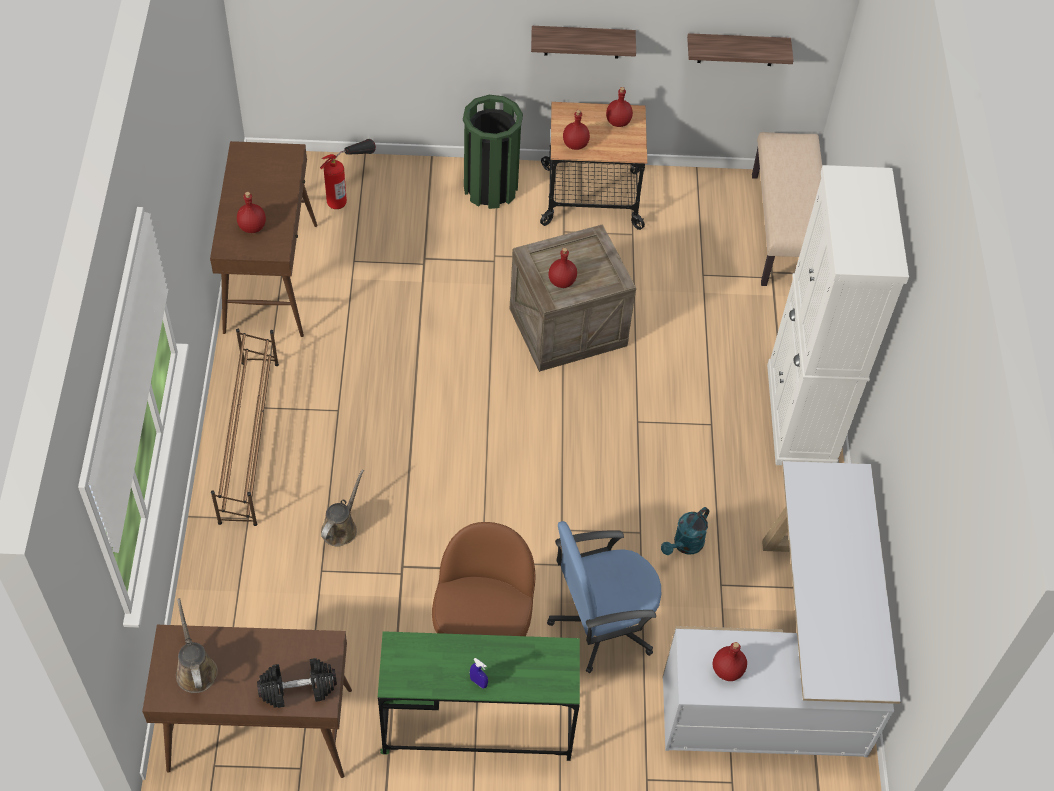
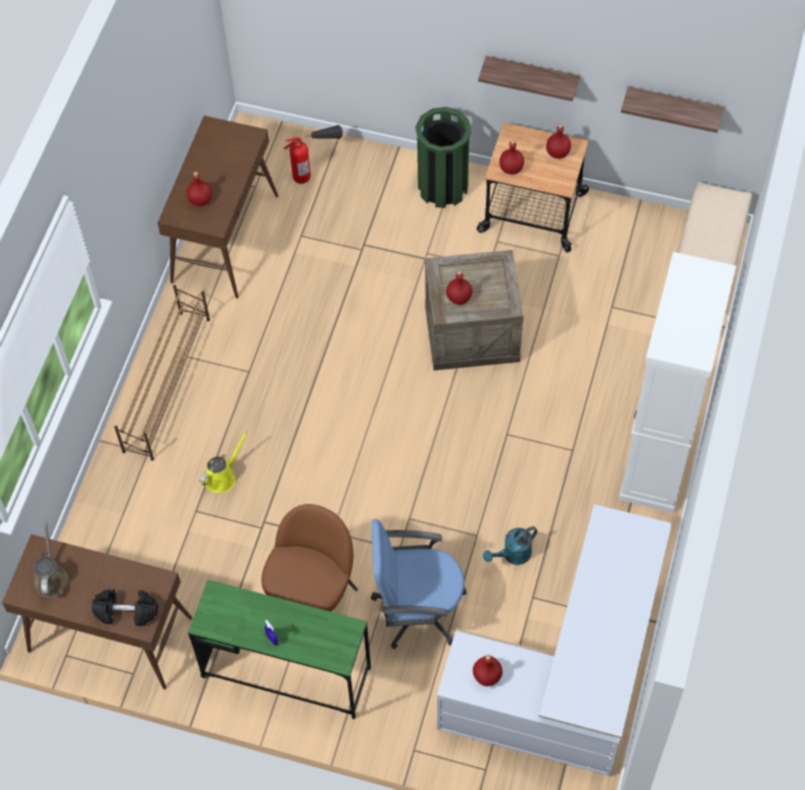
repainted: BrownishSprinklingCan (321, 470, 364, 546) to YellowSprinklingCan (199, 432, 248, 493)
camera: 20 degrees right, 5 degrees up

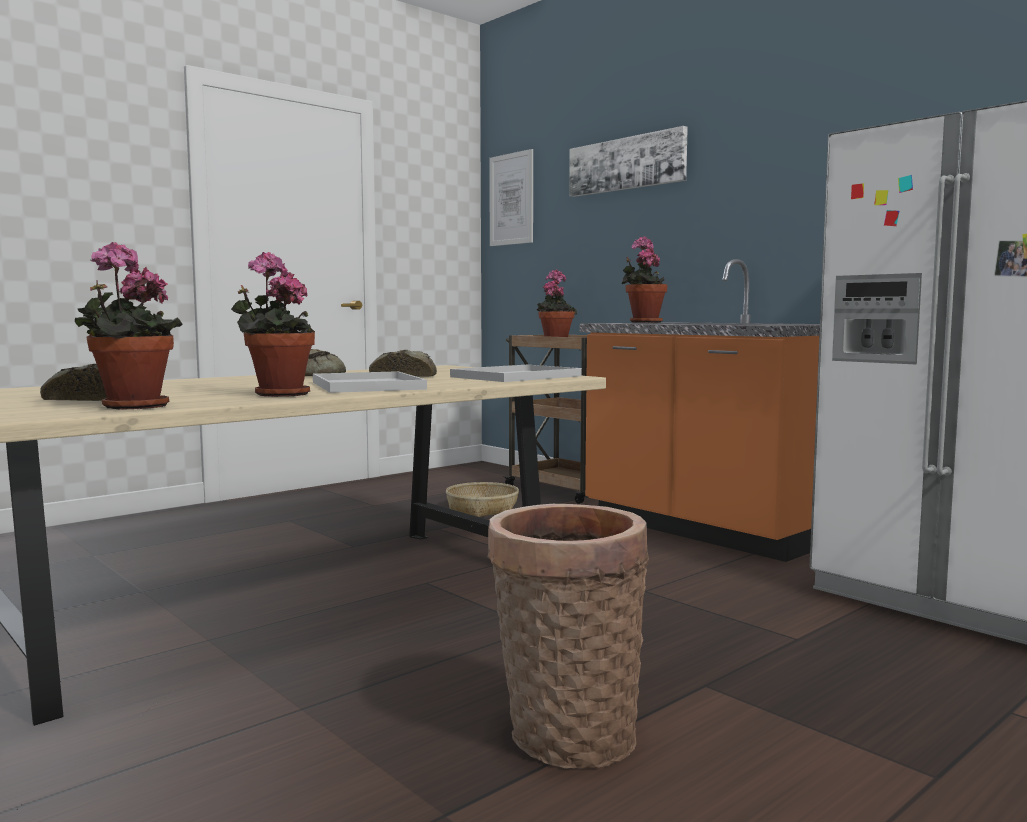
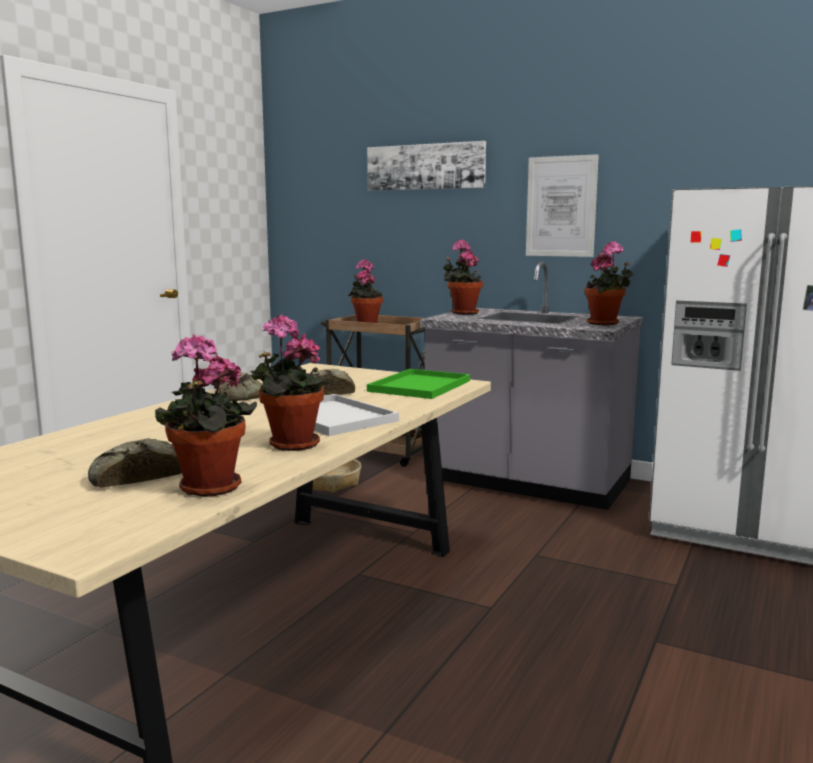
gone: StorageBasket (488, 504, 649, 769)
new: Houseplant (585, 241, 633, 325)
shifted: WallPicture (489, 149, 533, 246) to (526, 154, 599, 257)
repainted: OrangeyKitchenBaseUnit (580, 259, 820, 562) to GreyKitchenBaseUnit (420, 262, 643, 510); WhiteColouredCarryingTray (450, 365, 582, 382) to GreenishCarryingTray (367, 369, 470, 399)
camera: 20 degrees left, 5 degrees up

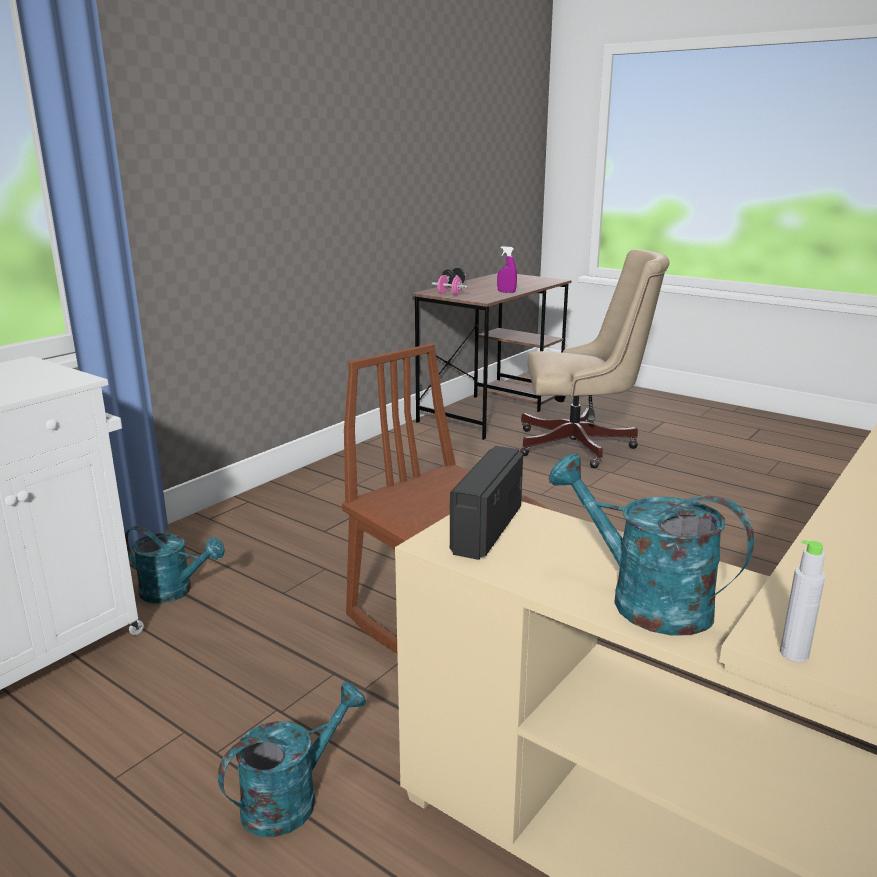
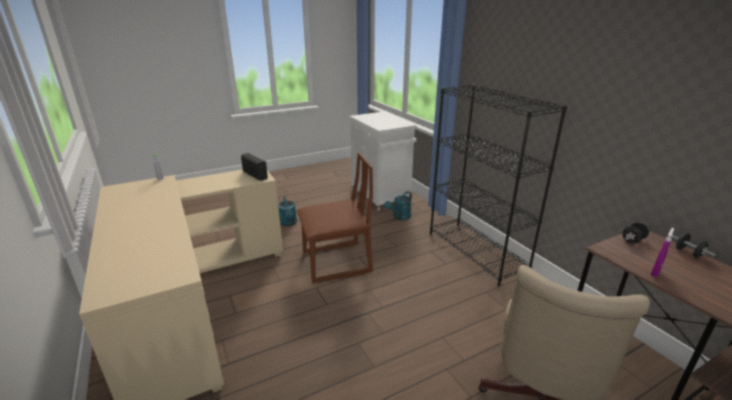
gone: TurquoiseColouredSprinklingCan (548, 454, 754, 636)
new: BlackShelvingUnit (430, 85, 567, 286)
repainted: PinkHandWeight (432, 275, 468, 295) to BlackHandWeight (622, 222, 649, 244)
camera: 115 degrees right, 5 degrees up

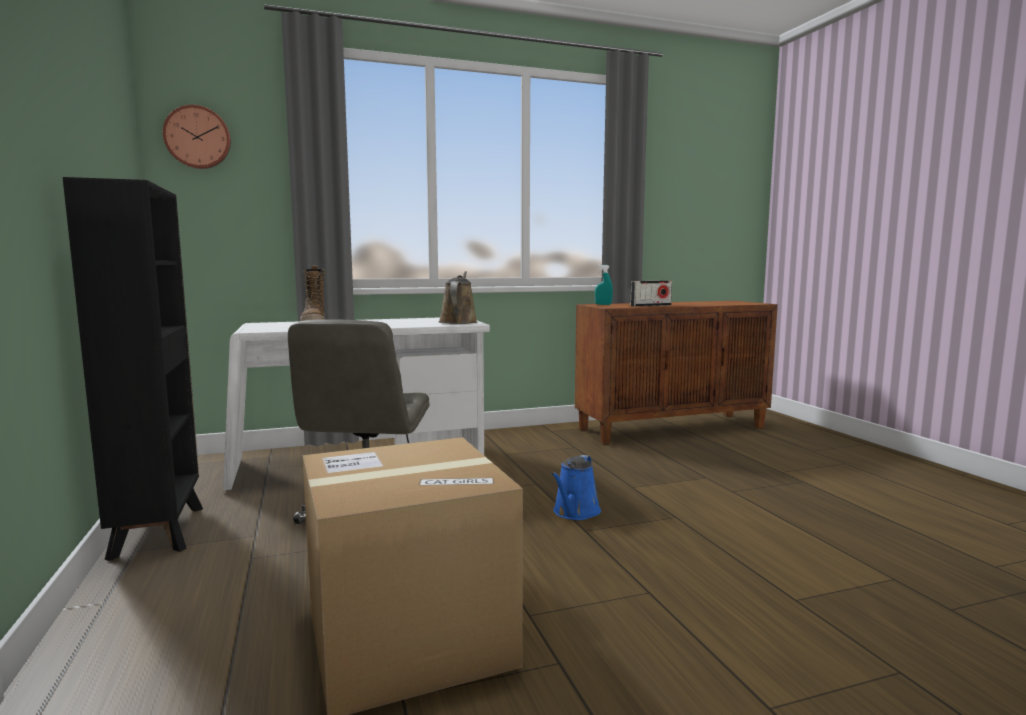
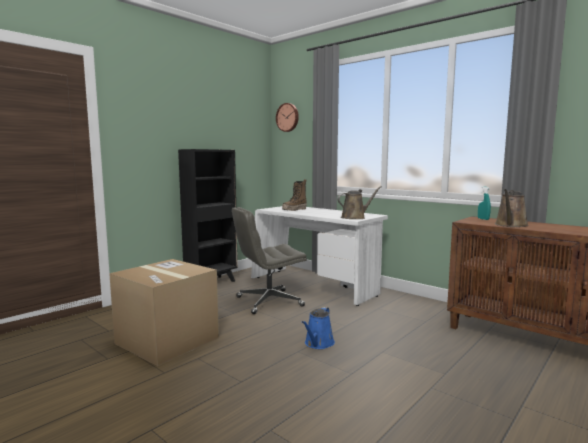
swapped: RadioReceiver (630, 281, 672, 307) to BrownishSprinklingCan (495, 189, 529, 227)
rotated: BlueSprinklingCan (551, 455, 601, 520) = (302, 307, 335, 349) 60 degrees counterclockwise
camera: 60 degrees right, 0 degrees up

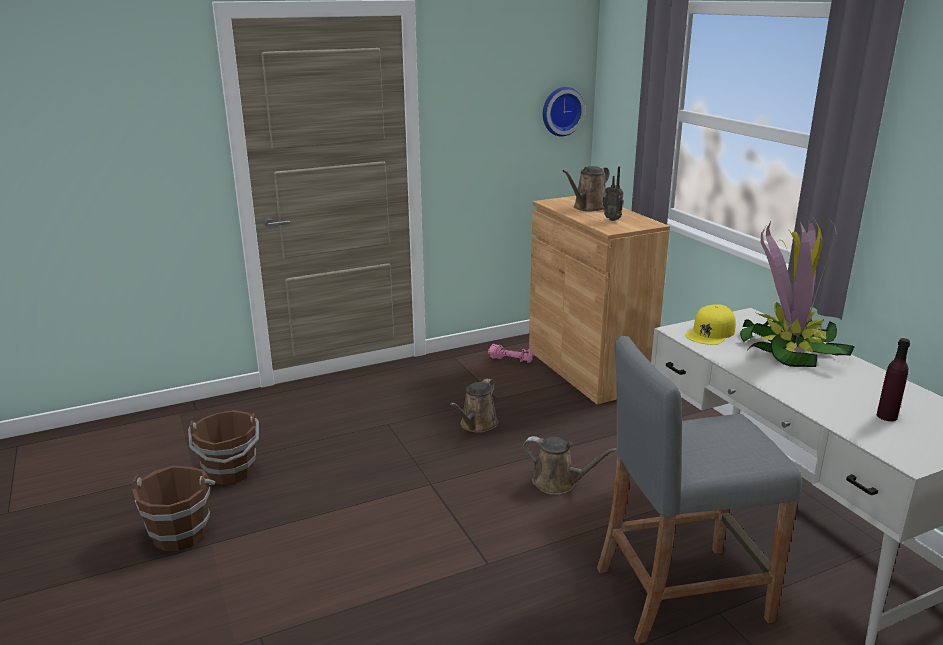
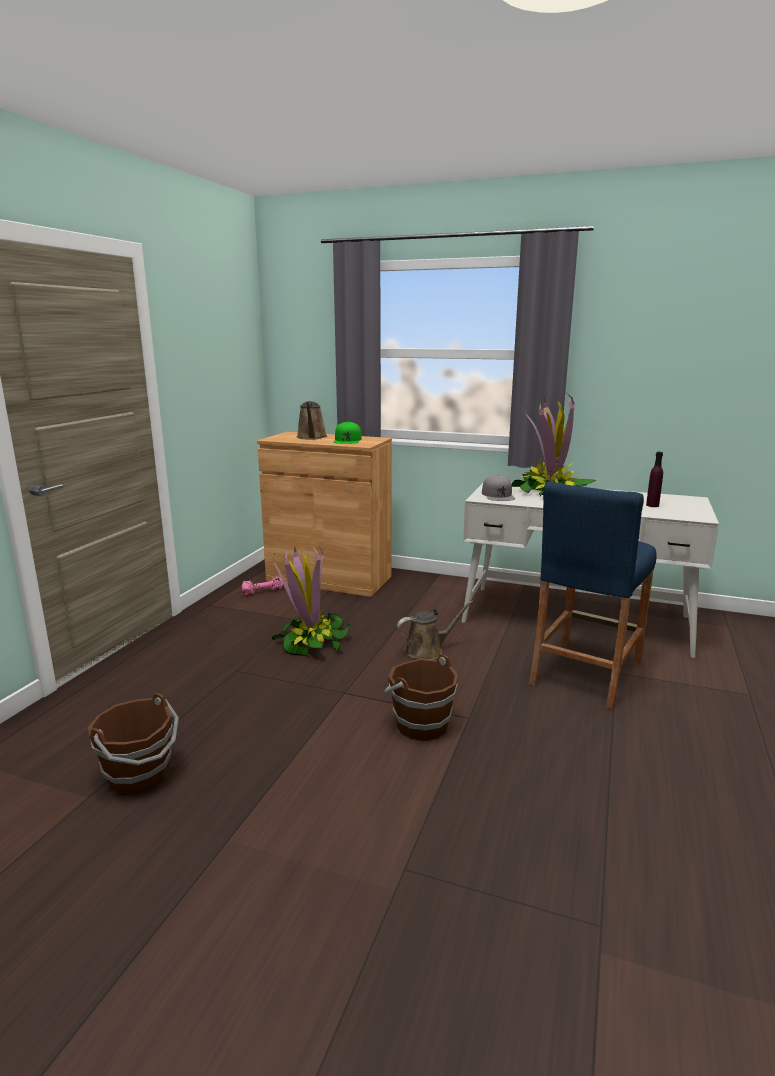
gone: HangingClock (543, 87, 585, 137)
shifted: BrownishBucket (132, 466, 215, 551) to (385, 654, 458, 741)
swapped: RadioReceiver (603, 166, 624, 221) to GreenishCap (334, 421, 362, 444); BrownishSprinklingCan (450, 379, 498, 433) to Houseplant (271, 545, 350, 656)
repainted: YellowCap (685, 304, 736, 345) to GreyCap (482, 474, 515, 501); GreyStoolSeat (597, 336, 802, 644) to BlueStoolSeat (529, 481, 657, 709)
camera: 45 degrees left, 5 degrees down

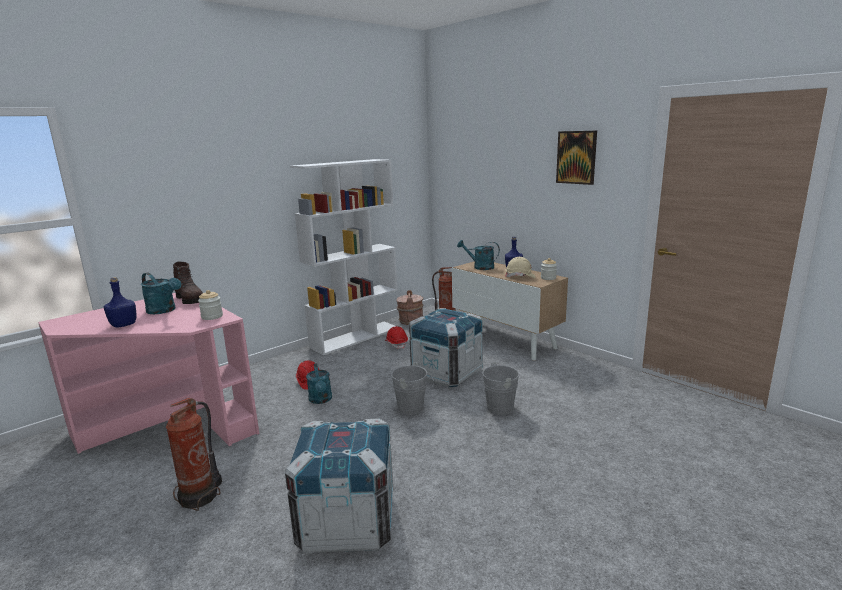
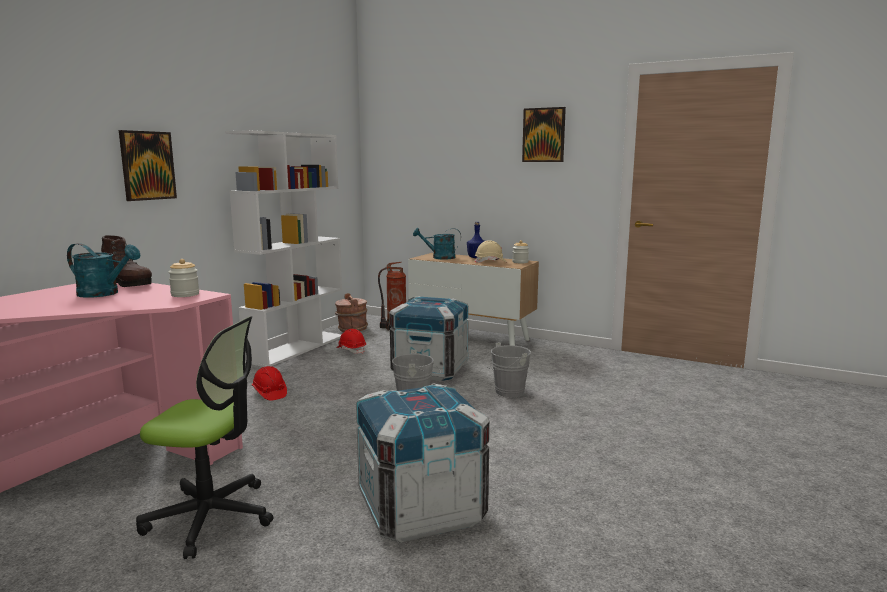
gone: BlueDrinkBottle (104, 277, 137, 328); TurquoiseColouredSprinklingCan (306, 363, 332, 404)
new: WallPicture (119, 130, 177, 201)
swapped: Extinguisher (166, 398, 222, 511) to DeskChair (136, 316, 274, 559)
camera: 20 degrees left, 5 degrees down

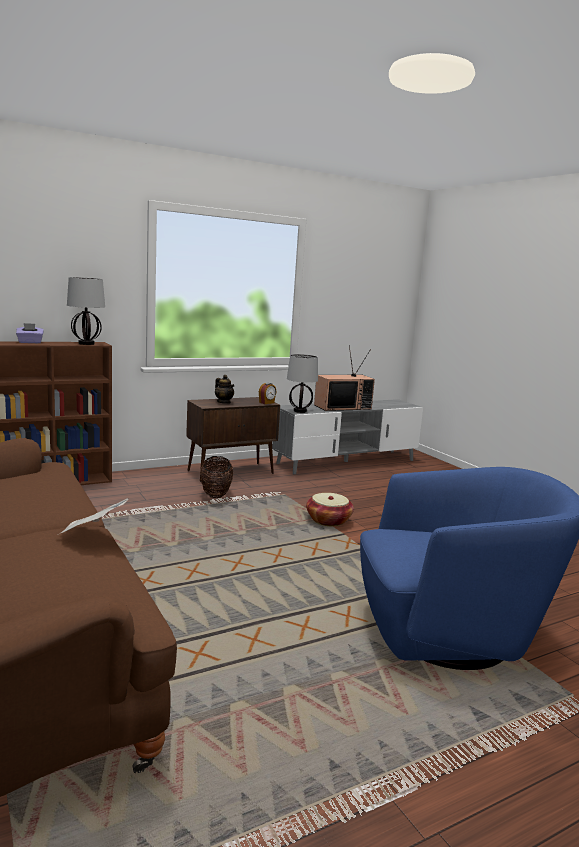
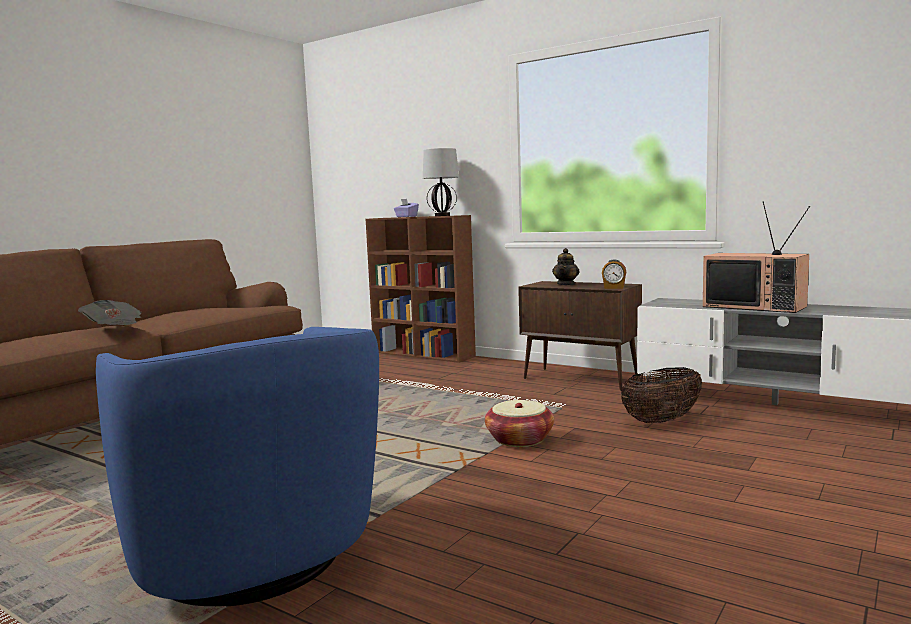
gone: TableLamp (287, 354, 318, 413)
shifted: StorageBasket (200, 456, 233, 498) to (621, 367, 702, 423)
camera: 65 degrees right, 5 degrees down

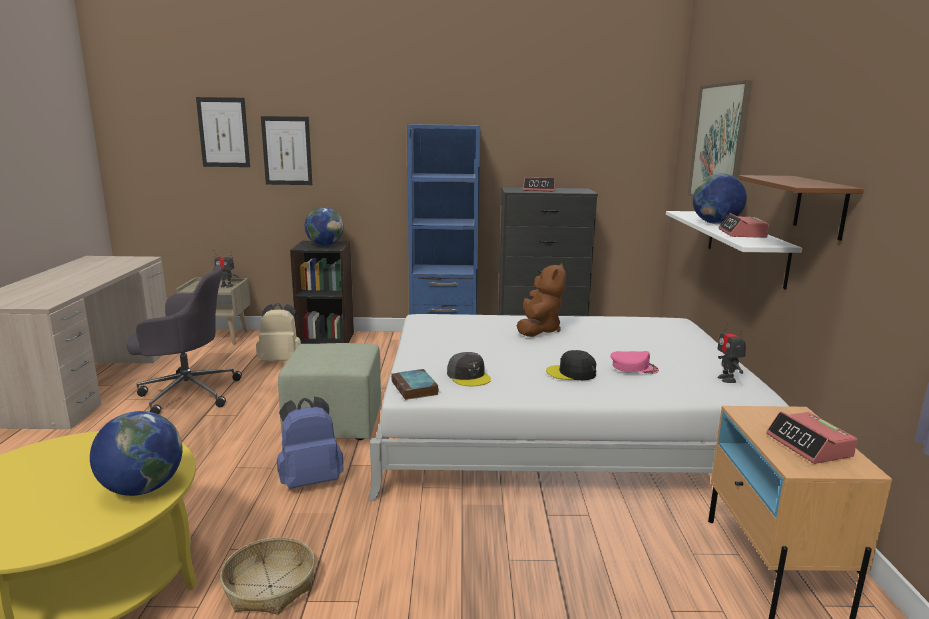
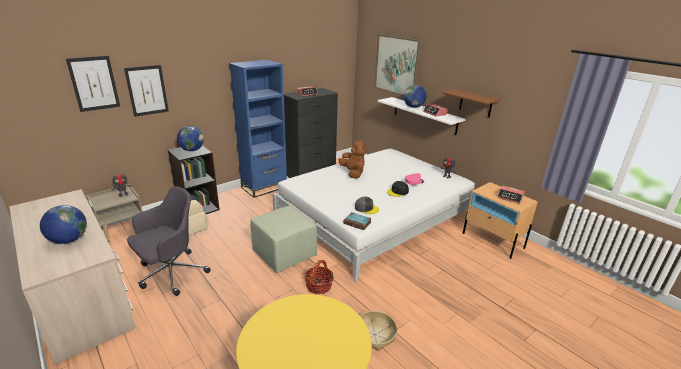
shifted: WorldGlobe (90, 411, 183, 496) to (40, 205, 87, 244)
swapped: BlueBackpack (277, 396, 344, 489) to StorageBasket (305, 260, 333, 294)
camera: 40 degrees left, 10 degrees up

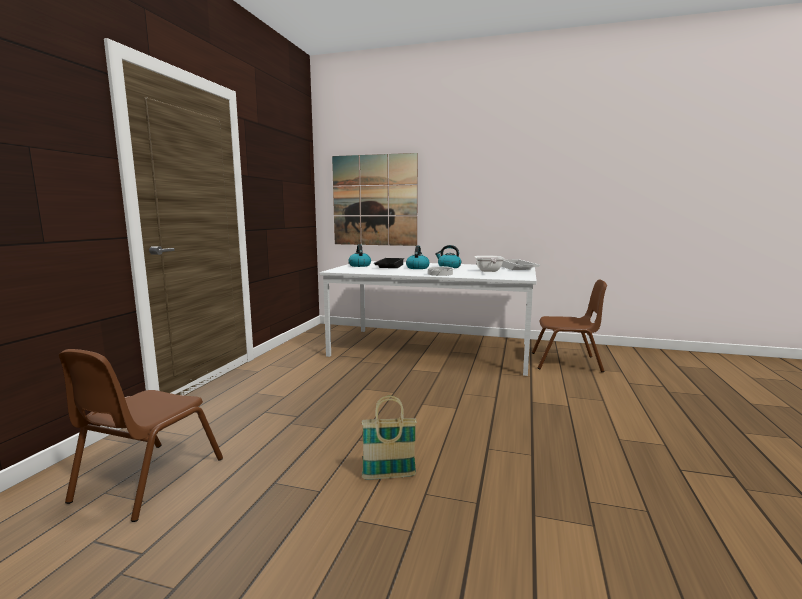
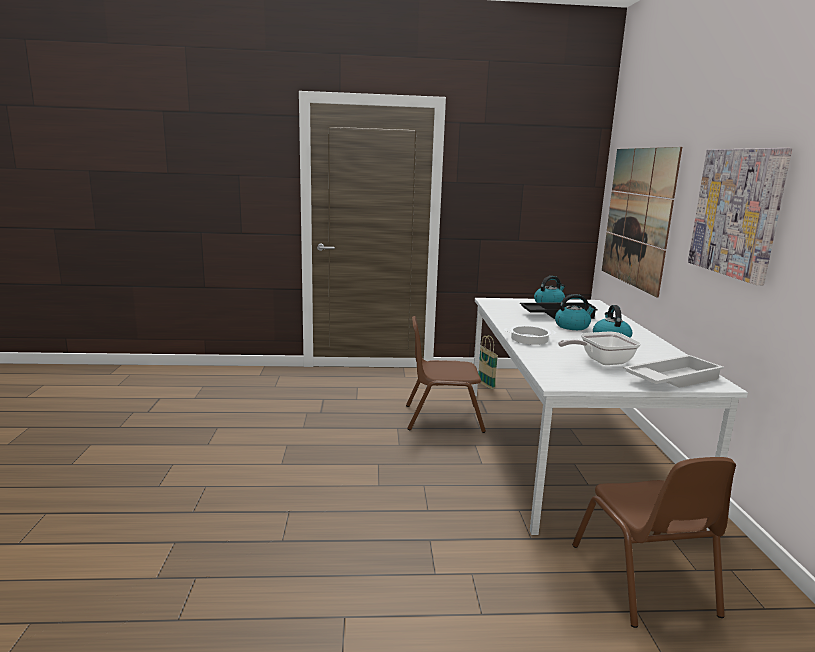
new: WallPicture (688, 148, 792, 285)
shifted: BrownishUprightChair (59, 349, 223, 522) to (406, 316, 486, 433); StorageBasket (362, 396, 417, 480) to (478, 335, 498, 389)
camera: 70 degrees right, 5 degrees up

